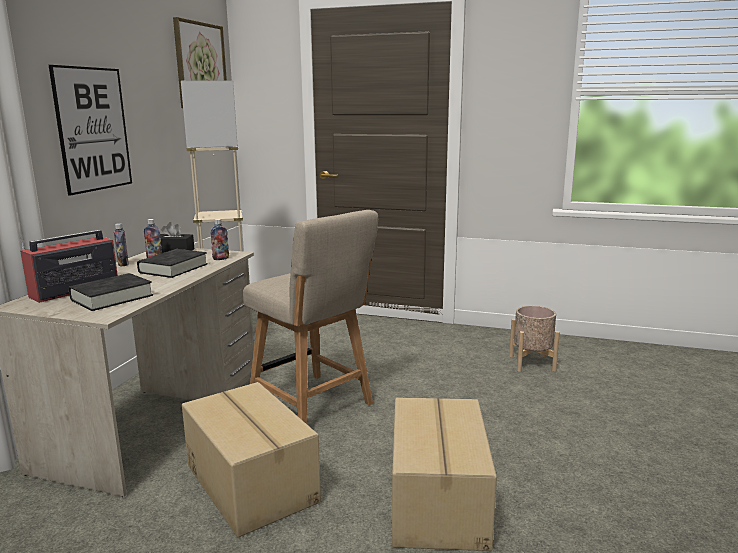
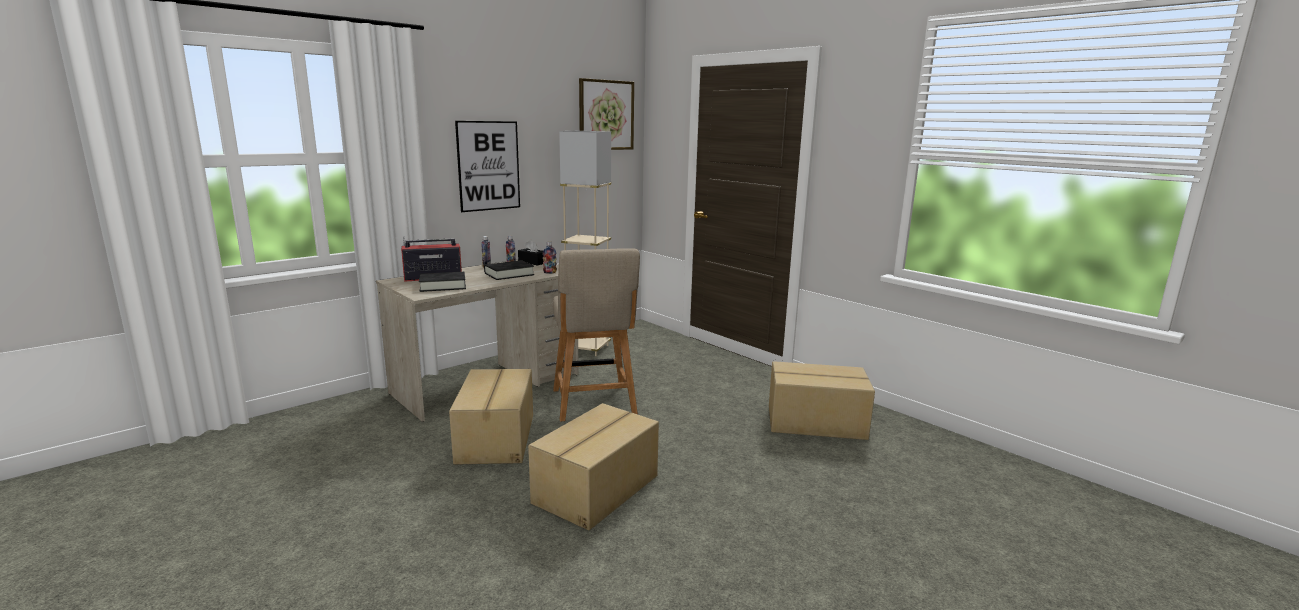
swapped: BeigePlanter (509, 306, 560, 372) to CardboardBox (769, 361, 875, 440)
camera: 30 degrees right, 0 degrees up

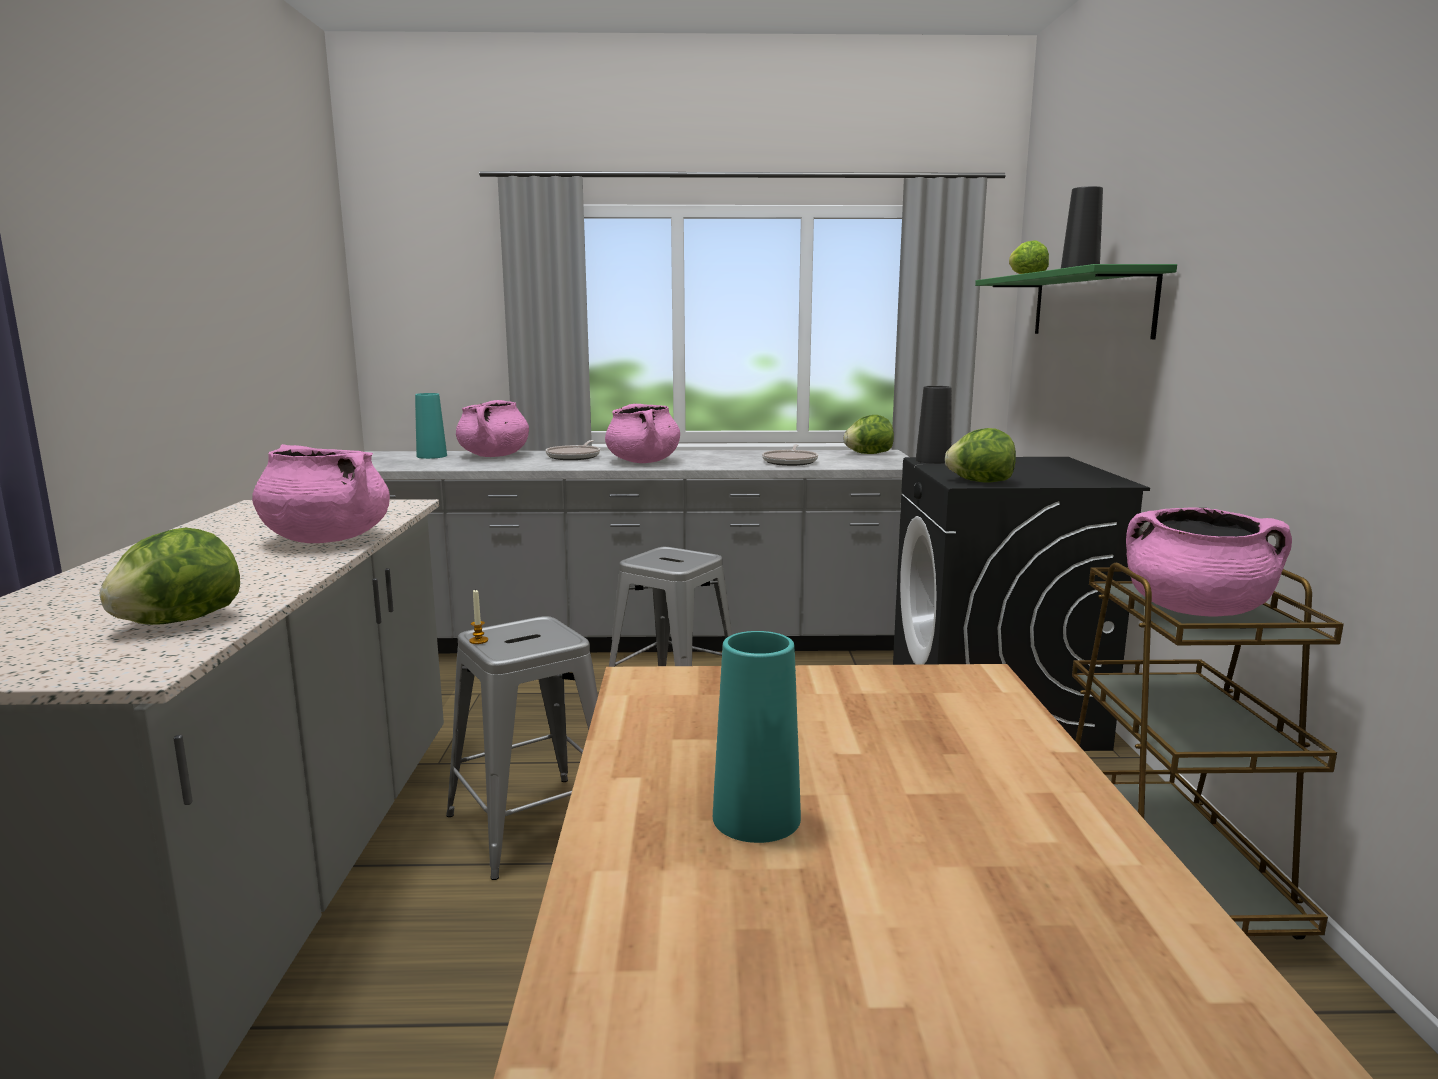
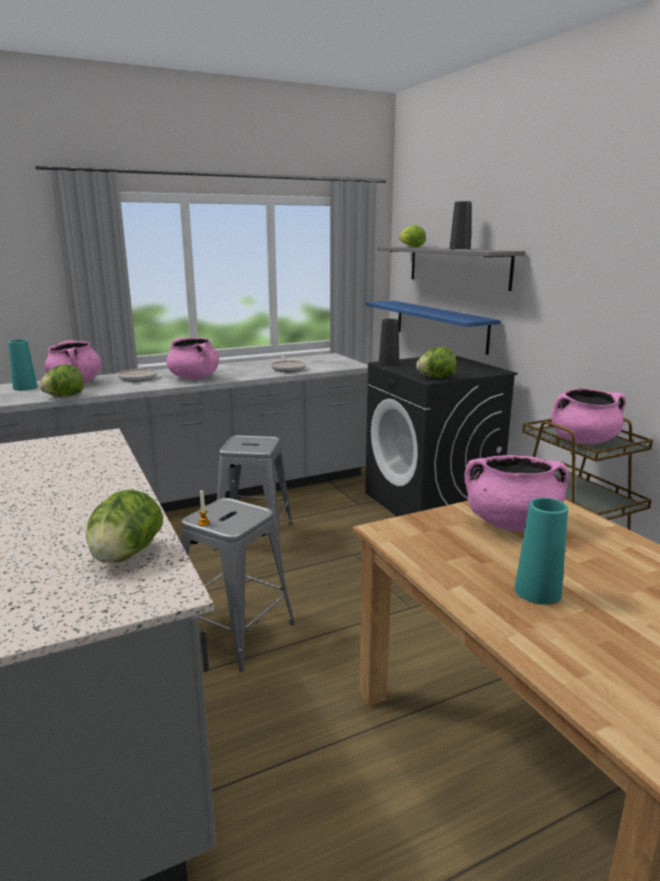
new: BlueShelf (365, 301, 501, 355)
shifted: Lettuce (844, 415, 894, 454) to (40, 364, 84, 396); PinkCookingPot (252, 444, 390, 543) to (464, 455, 569, 532)
repainted: GreenishShelf (975, 264, 1177, 339) to GreyShelf (377, 246, 525, 291)
camera: 25 degrees left, 5 degrees up

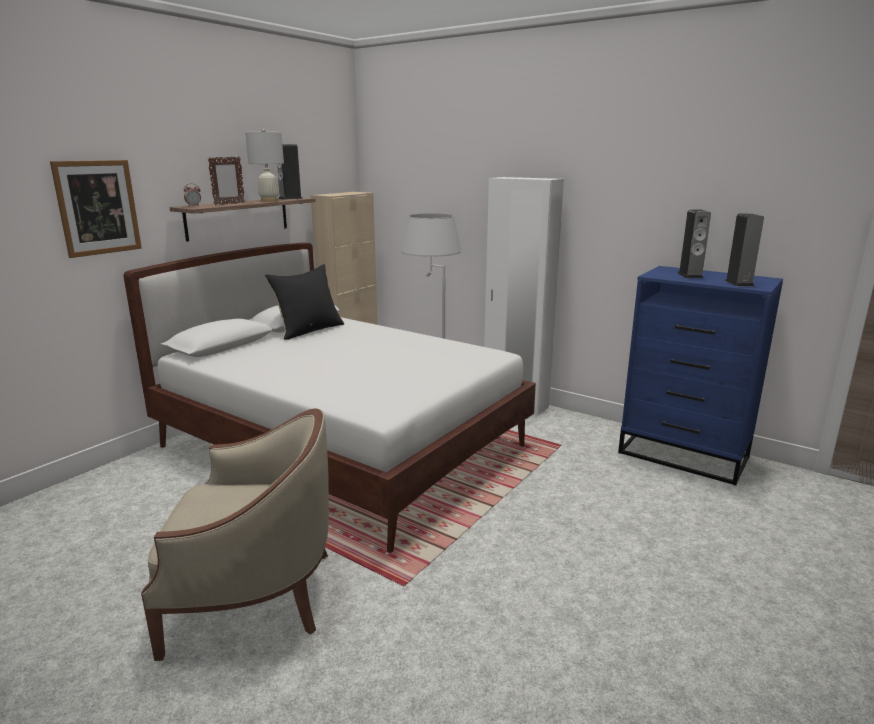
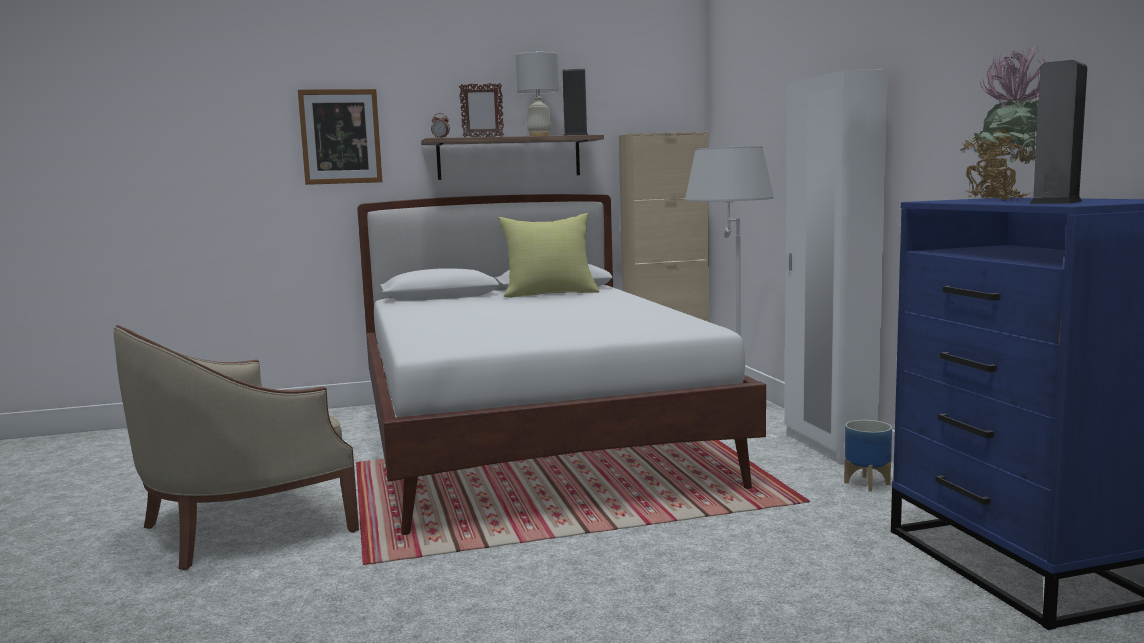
new: Planter (844, 420, 892, 492)
swapped: Speaker (678, 209, 711, 278) to Houseplant (960, 44, 1049, 201)
repainted: BlackPillow (265, 264, 344, 340) to YellowPillow (498, 213, 600, 298)
rotated: BeigeLoungeChair (141, 408, 329, 661) = (113, 325, 359, 570) 105 degrees clockwise
camera: 40 degrees right, 10 degrees down

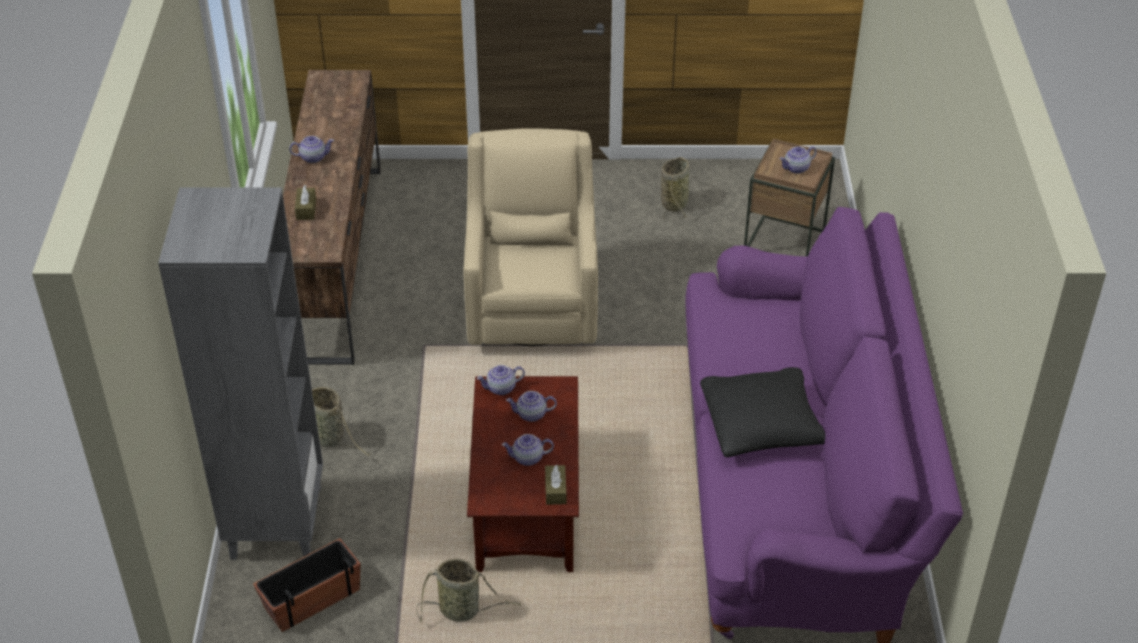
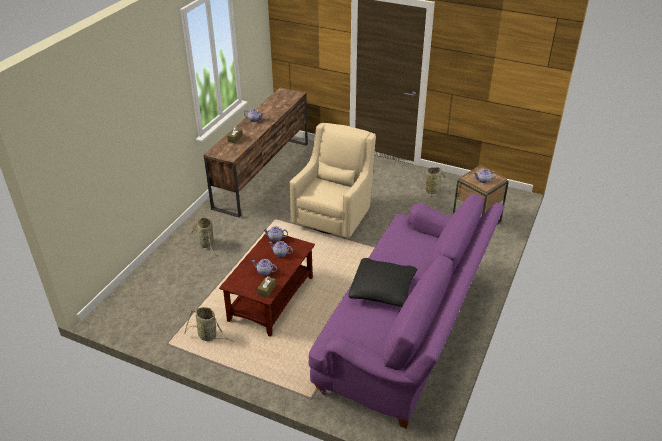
gone: GreyShelvingUnit (158, 187, 323, 560); Planter (253, 538, 361, 632)
camera: 25 degrees right, 5 degrees down

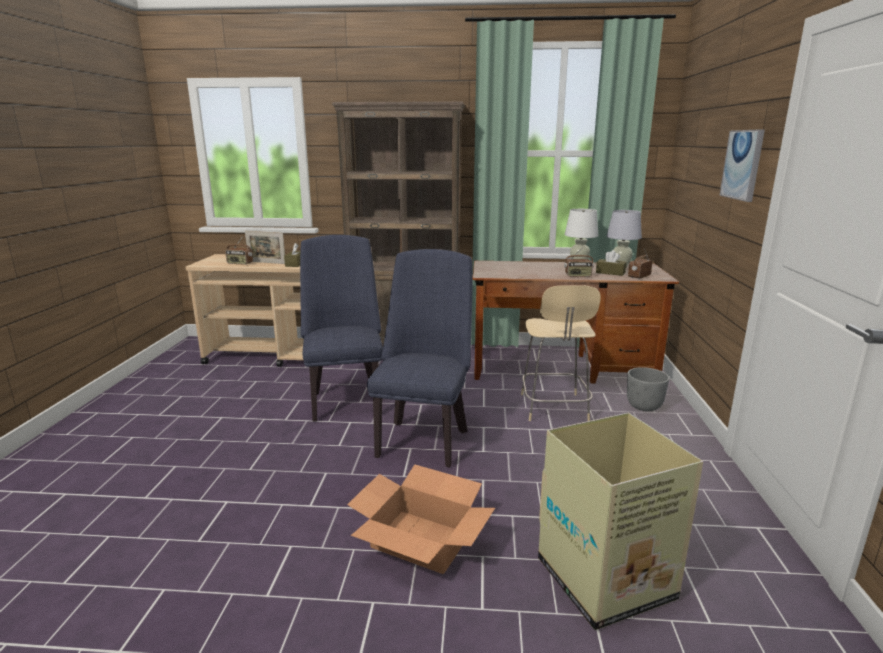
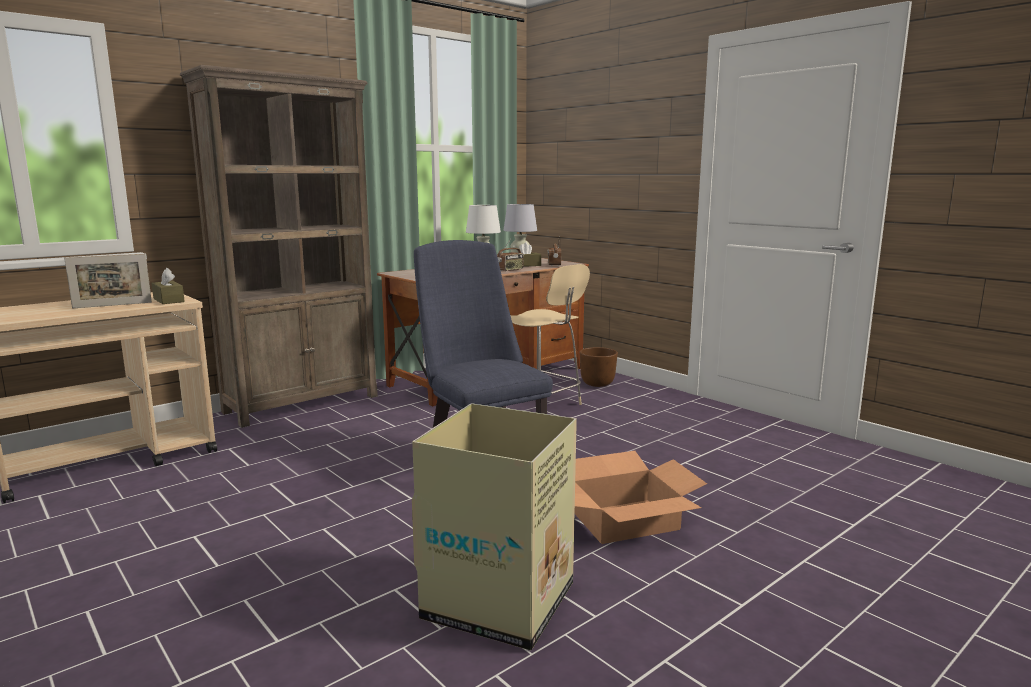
gone: WallPicture (720, 129, 765, 202); BlueUprightChair (300, 235, 383, 422); RadioReceiver (225, 236, 253, 265)
shifted: CardboardBox (538, 413, 703, 630) to (412, 403, 577, 651)
repainted: GreyPlanter (627, 367, 670, 411) to BrownishPlanter (580, 347, 618, 387)
camera: 45 degrees left, 5 degrees down

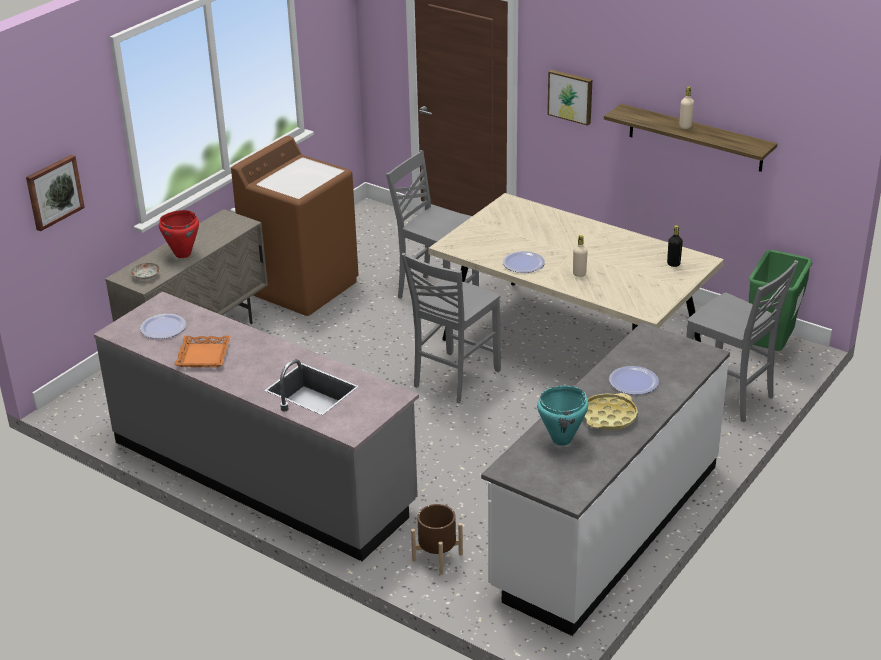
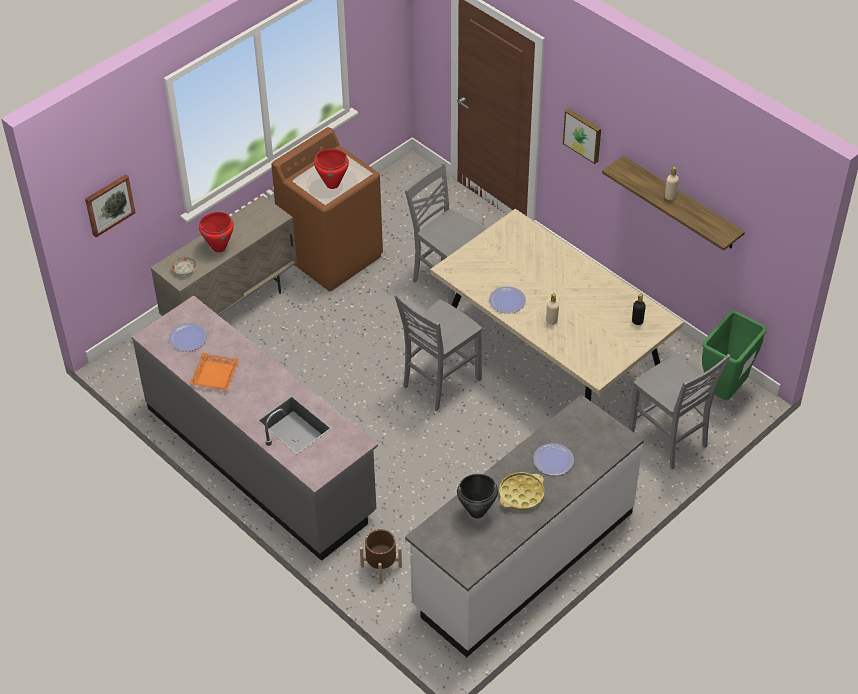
new: RedCookingPot (314, 149, 349, 189)
repainted: TurquoiseColouredCookingPot (537, 386, 589, 446) to BlackCookingPot (457, 474, 498, 519)
camera: 10 degrees right, 15 degrees up

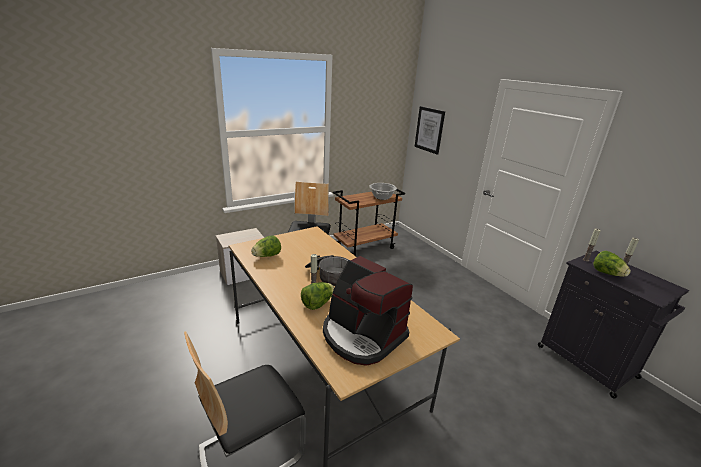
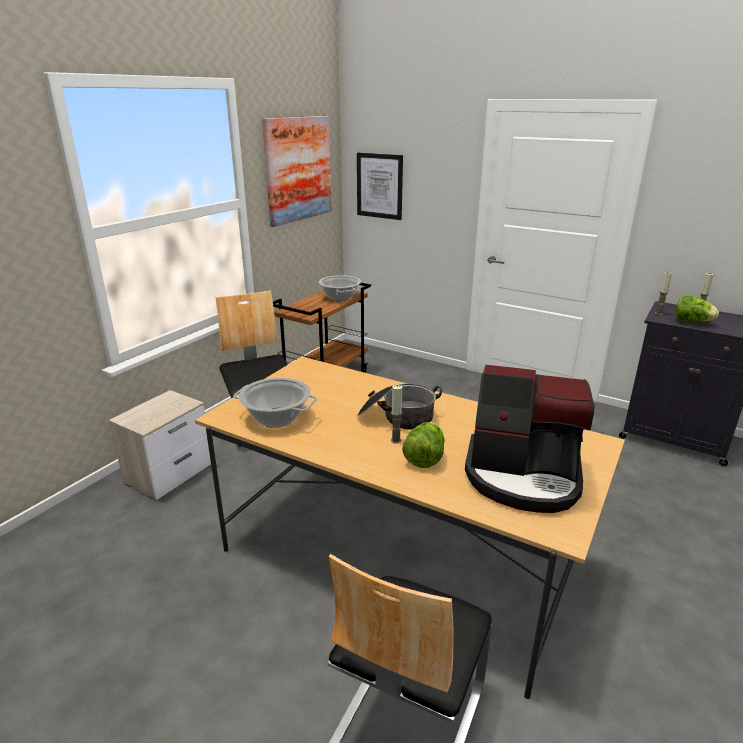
new: WallPicture (262, 116, 332, 227)
swapped: Lettuce (251, 235, 281, 257) to CookingPot (233, 378, 317, 428)
camera: 25 degrees left, 0 degrees up

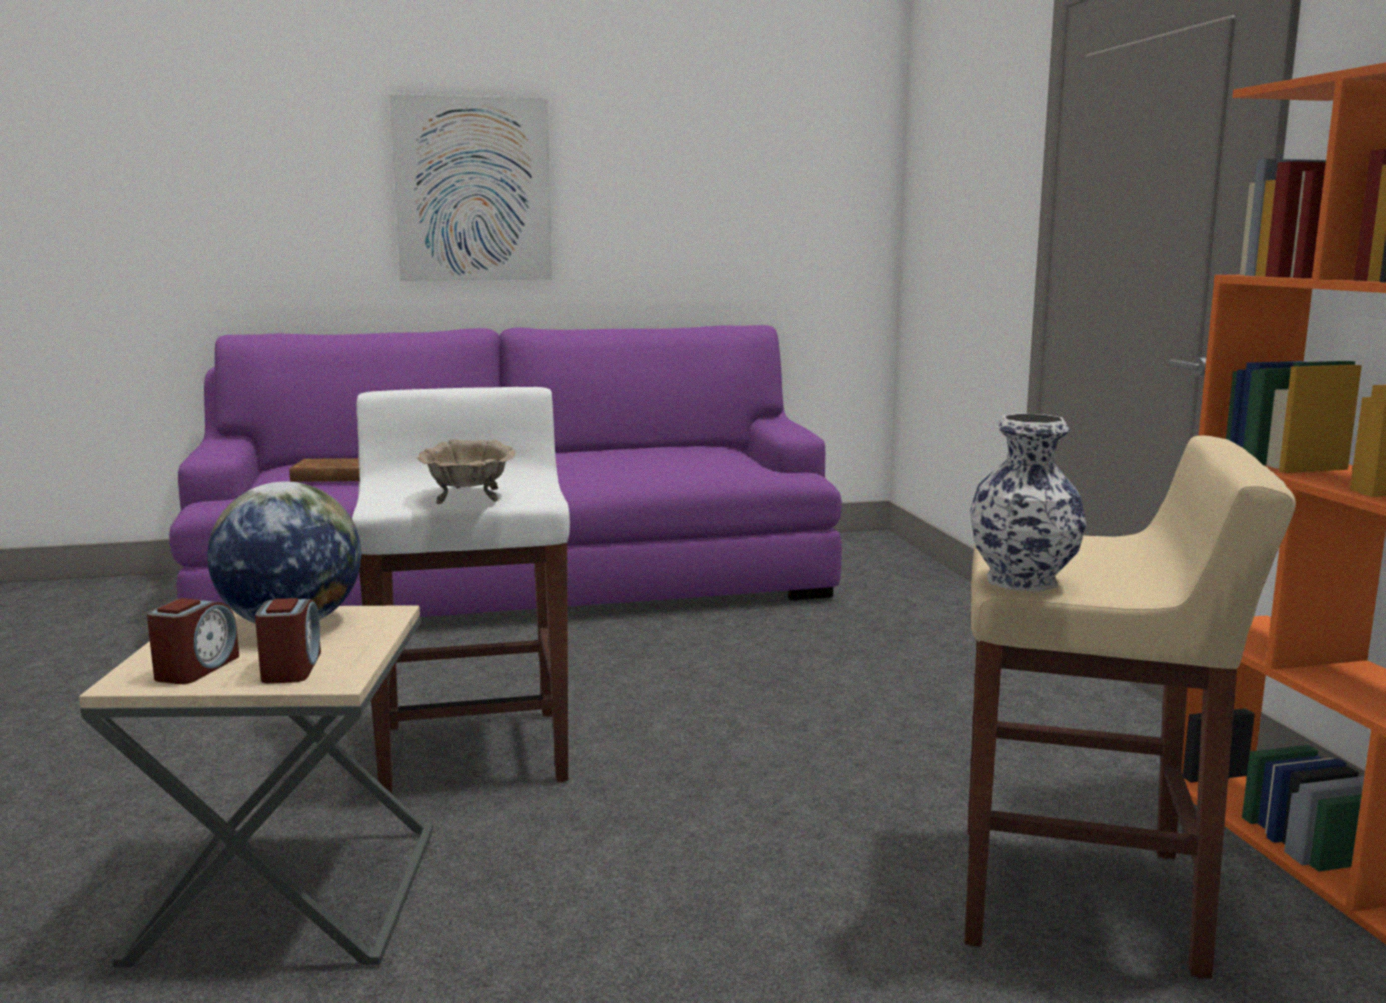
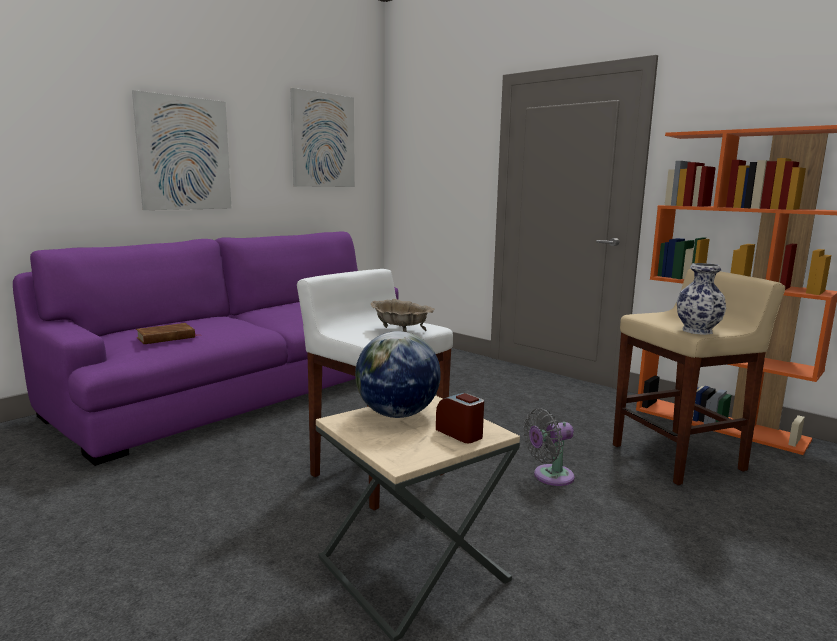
gone: AlarmClock (147, 598, 239, 684)
new: WallPicture (290, 88, 355, 187); GreyElectricFan (523, 408, 575, 486)
camera: 35 degrees left, 0 degrees up

